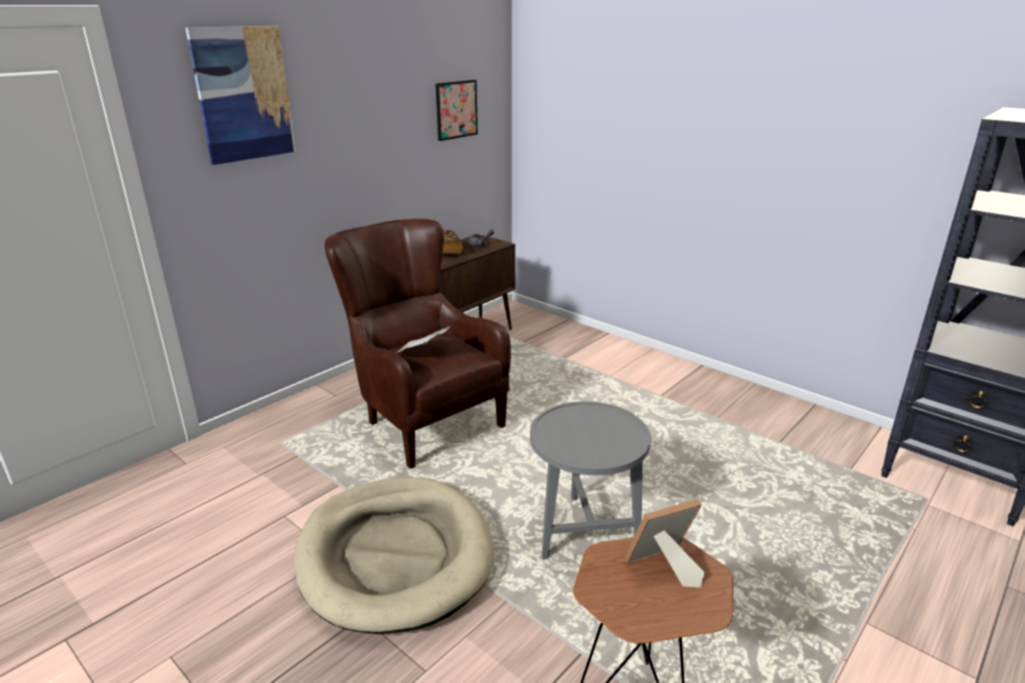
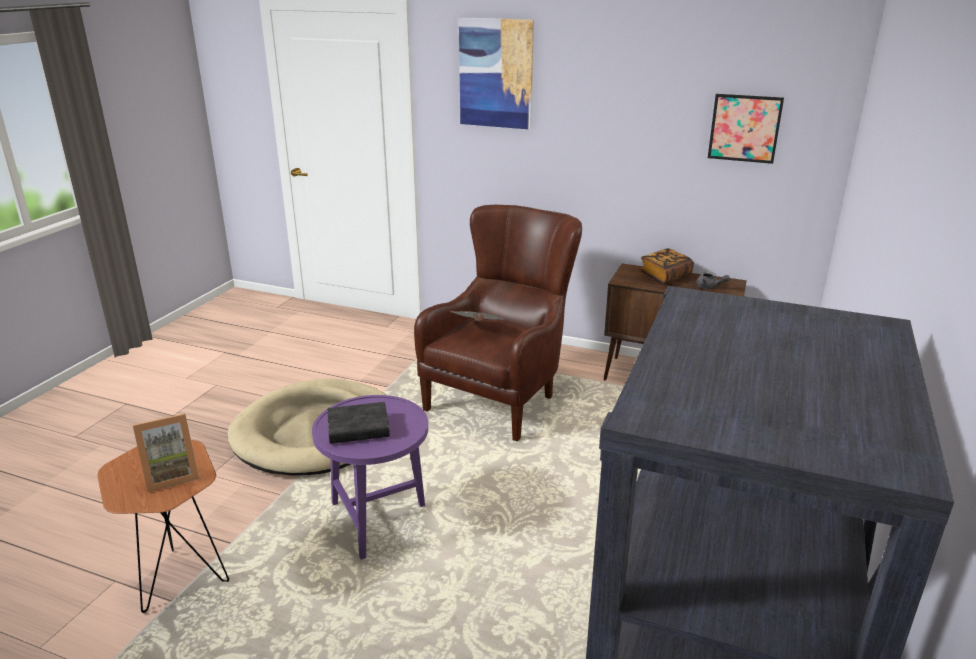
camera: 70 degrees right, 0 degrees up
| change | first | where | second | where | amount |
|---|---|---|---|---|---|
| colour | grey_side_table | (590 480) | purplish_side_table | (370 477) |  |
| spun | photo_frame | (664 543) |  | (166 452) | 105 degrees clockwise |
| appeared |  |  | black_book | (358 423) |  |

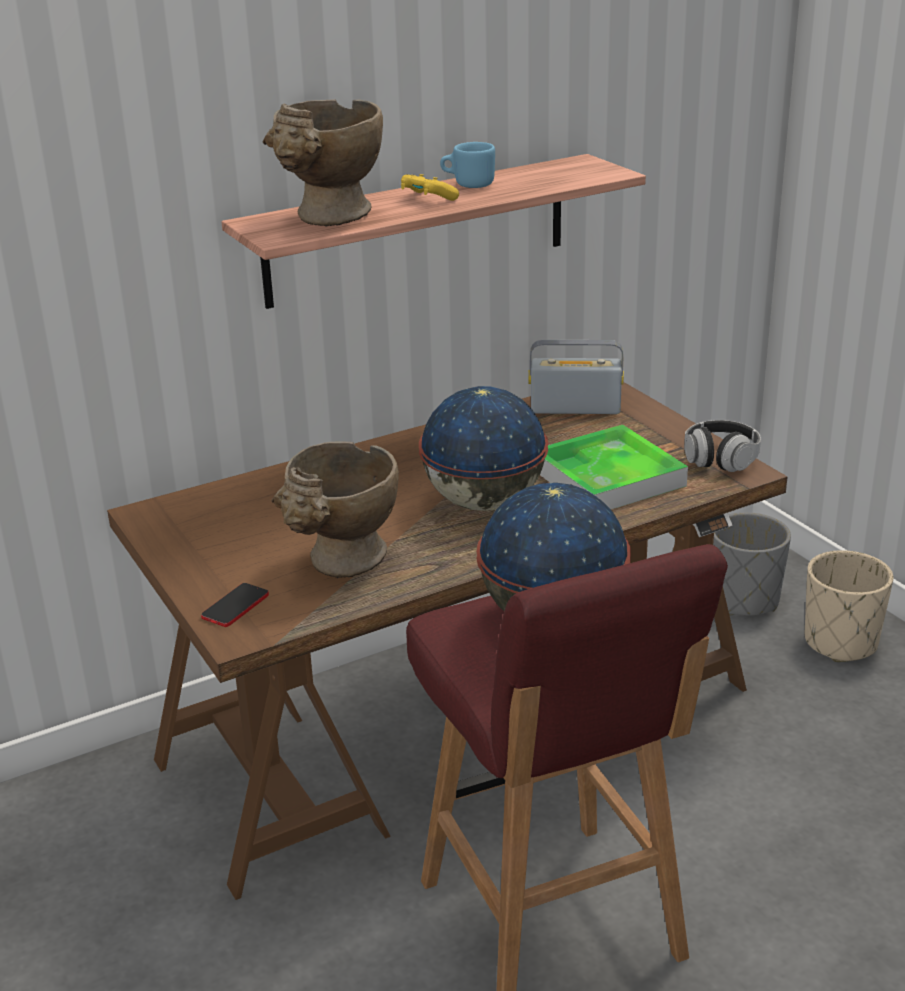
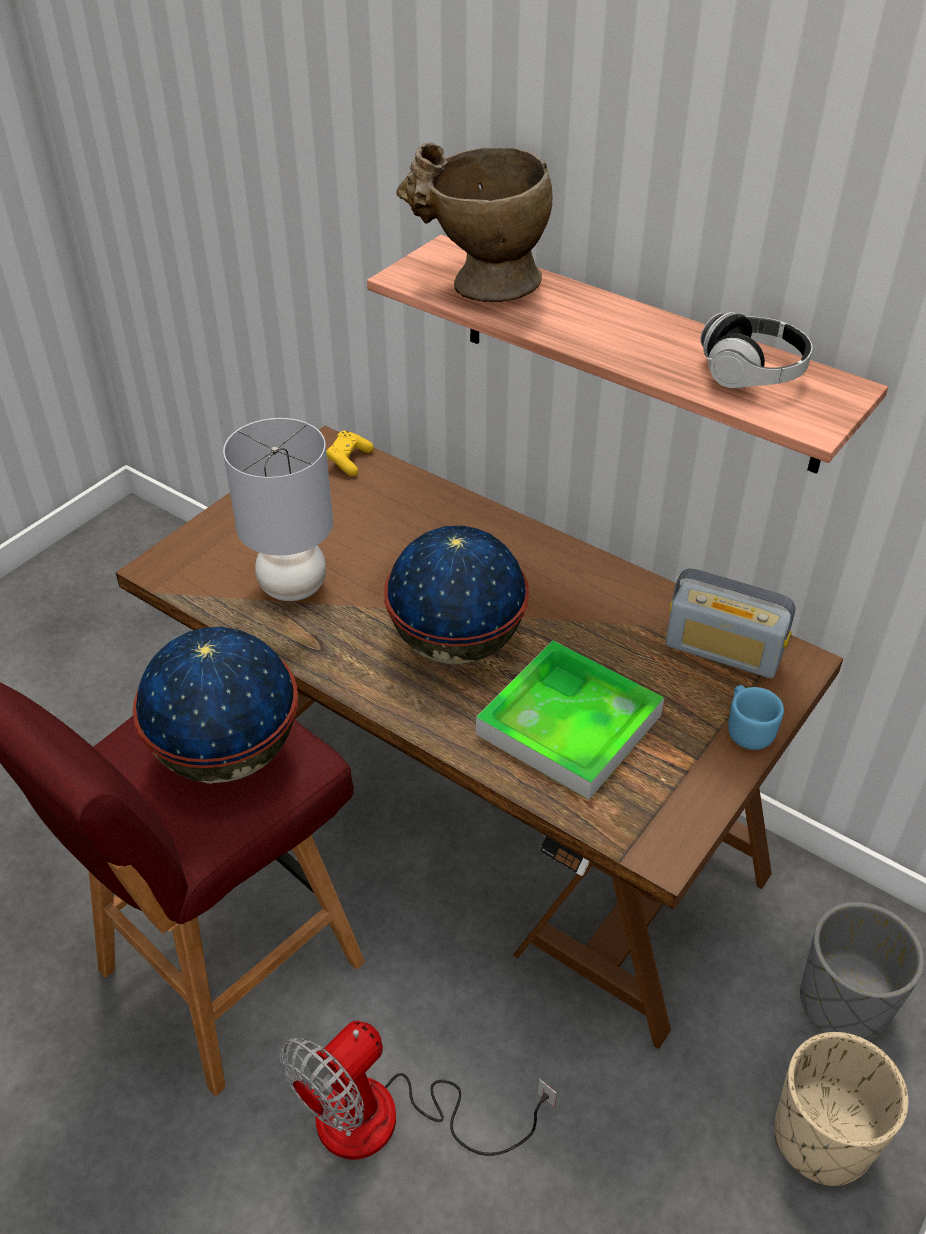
camera: 65 degrees right, 15 degrees up
| change | first | where | second | where | amount |
|---|---|---|---|---|---|
| relocated | bluish_coffee_mug | (467 165) |  | (756 717) |  |
| relocated | yellow_gamepad | (430 187) |  | (350 453) |  |
| spun | radio_set | (576 377) |  | (731 623) | 135 degrees clockwise |
| relocated | pair_of_headphones | (722 446) |  | (756 350) |  |
| exchanged | sand-coloured_vase | (335 510) | grey_lamp_for_a_table | (278 509) |  |
| missing | telephone | (235 605) |  |  |  |
| appeared |  |  | fan | (418 1090) |  |

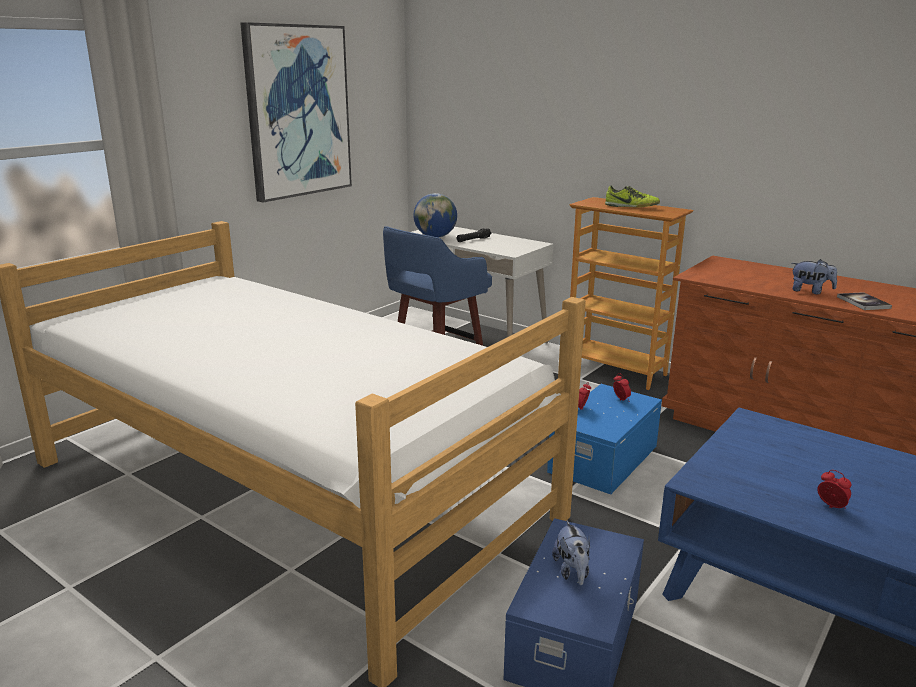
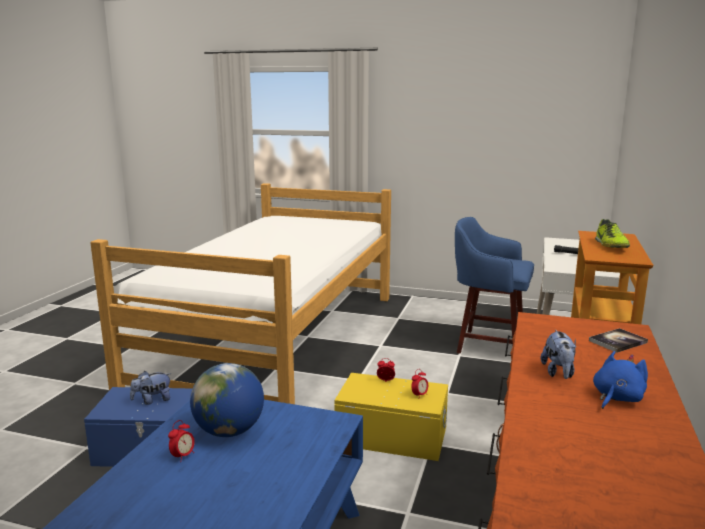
camera: 70 degrees right, 5 degrees down
| change | first | where | second | where | amount |
|---|---|---|---|---|---|
| missing | wall_picture | (296 112) |  |  |  |
| relocated | world_globe | (435 215) |  | (227 400) |  |
| relocated | book | (864 301) |  | (618 340) |  |
| colour | bluish_storage_bin | (604 439) | yellow_storage_bin | (391 417) |  |
| appeared |  |  | bluish_plush_toy | (620 380) |  |

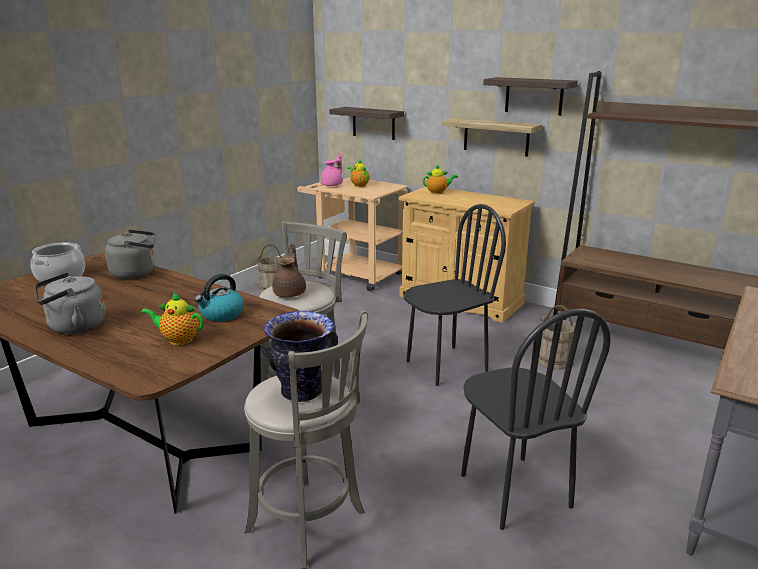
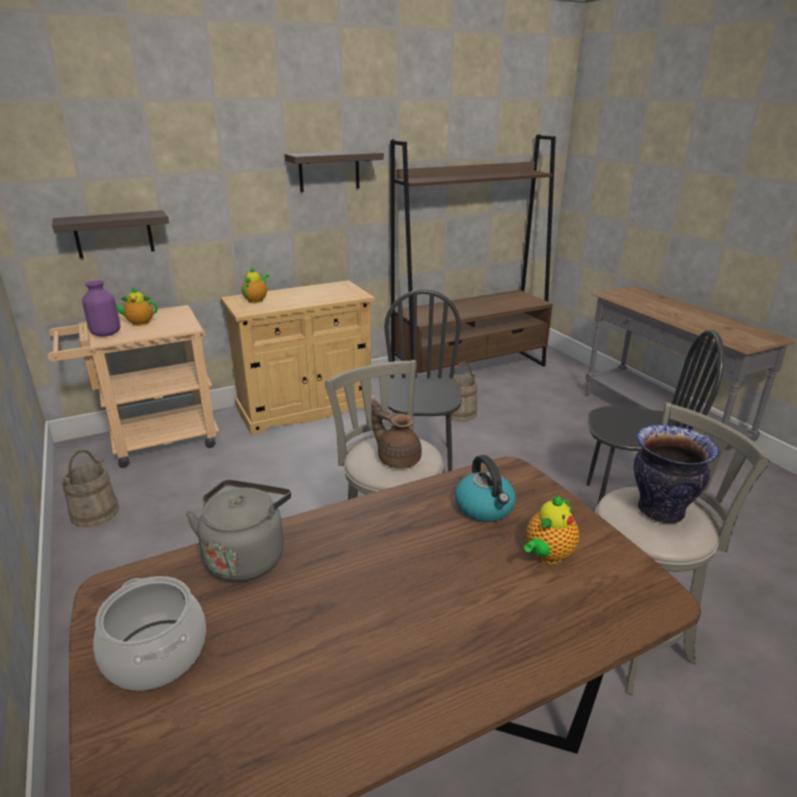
camera: 60 degrees left, 5 degrees up
| change | first | where | second | where | amount |
|---|---|---|---|---|---|
| missing | shelf | (492 137) |  |  |  |
| exchanged | pink-coloured_tea_pot | (332 169) | purplish_vase | (101 308) |  |
| missing | grey_kettle | (70 303) |  |  |  |

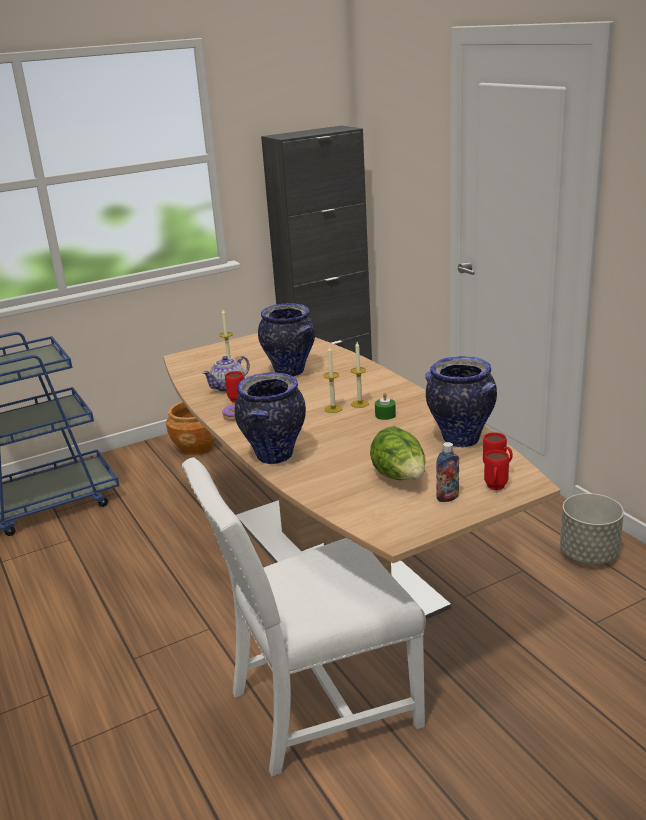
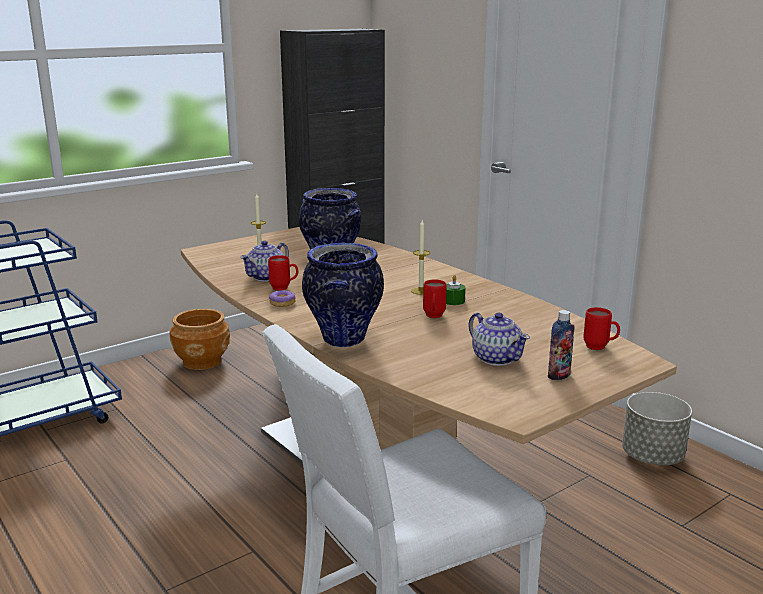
camera: 10 degrees left, 5 degrees down
| change | first | where | second | where | amount |
|---|---|---|---|---|---|
| missing | candle | (333 379) |  |  |  |
| missing | vase | (461 401) |  |  |  |
| exchanged | lettuce_head | (397 453) | tea_pot | (499 339) |  |
| relocated | red-coloured_coffee_mug | (496 470) |  | (435 298) |  |

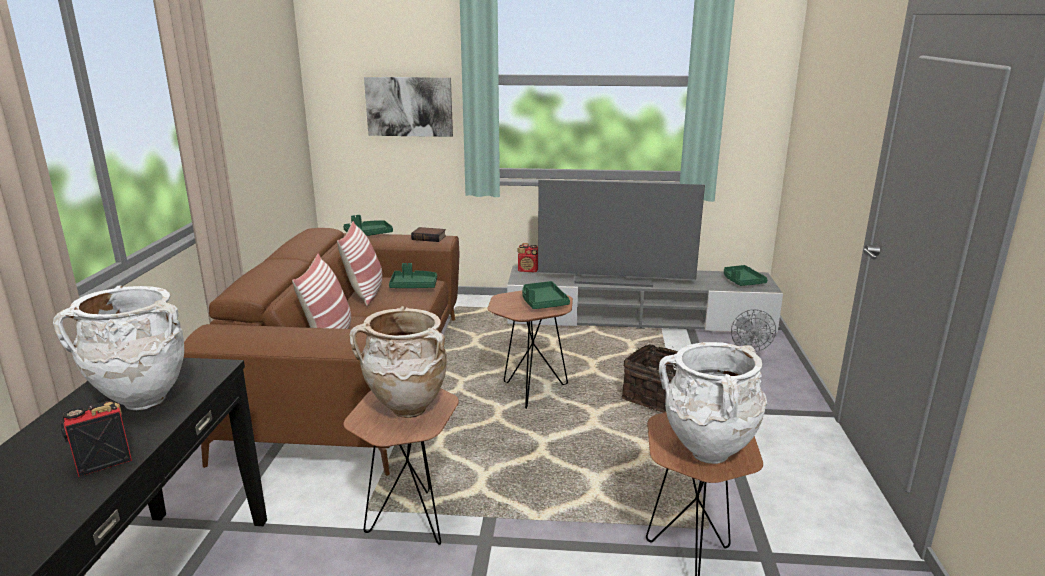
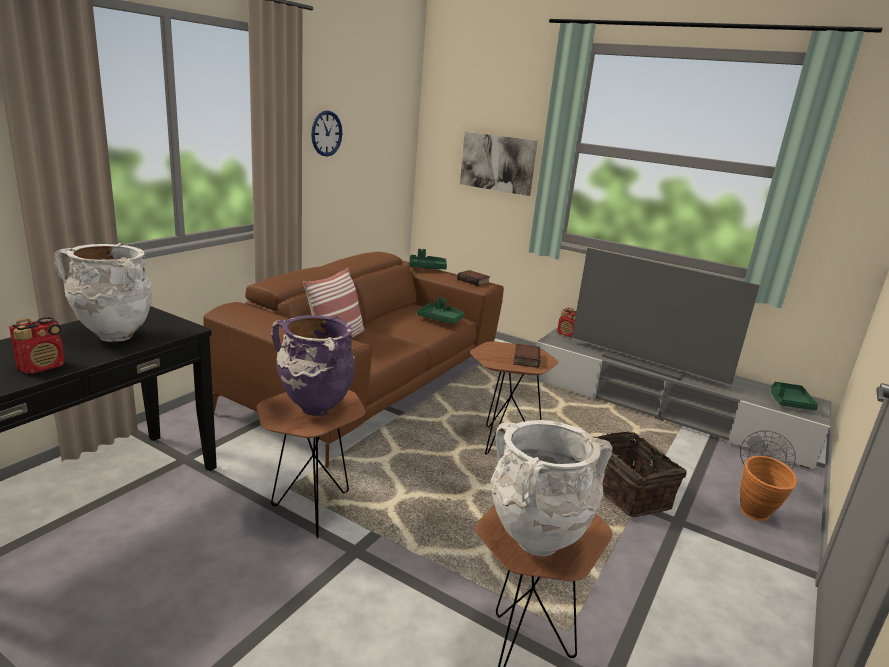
camera: 25 degrees right, 0 degrees up
| change | first | where | second | where | amount |
|---|---|---|---|---|---|
| missing | cushion | (359 263) |  |  |  |
| exchanged | green_carrying_tray | (546 295) | book | (526 356) |  |
| colour | sand-coloured_vase | (398 362) | purplish_vase | (313 365) |  |
| spun | radio_set | (96 439) |  | (37 345) | 135 degrees clockwise |
| appeared |  |  | wall_clock | (326 133) |  |
| appeared |  |  | orange_vase | (768 488) |  |

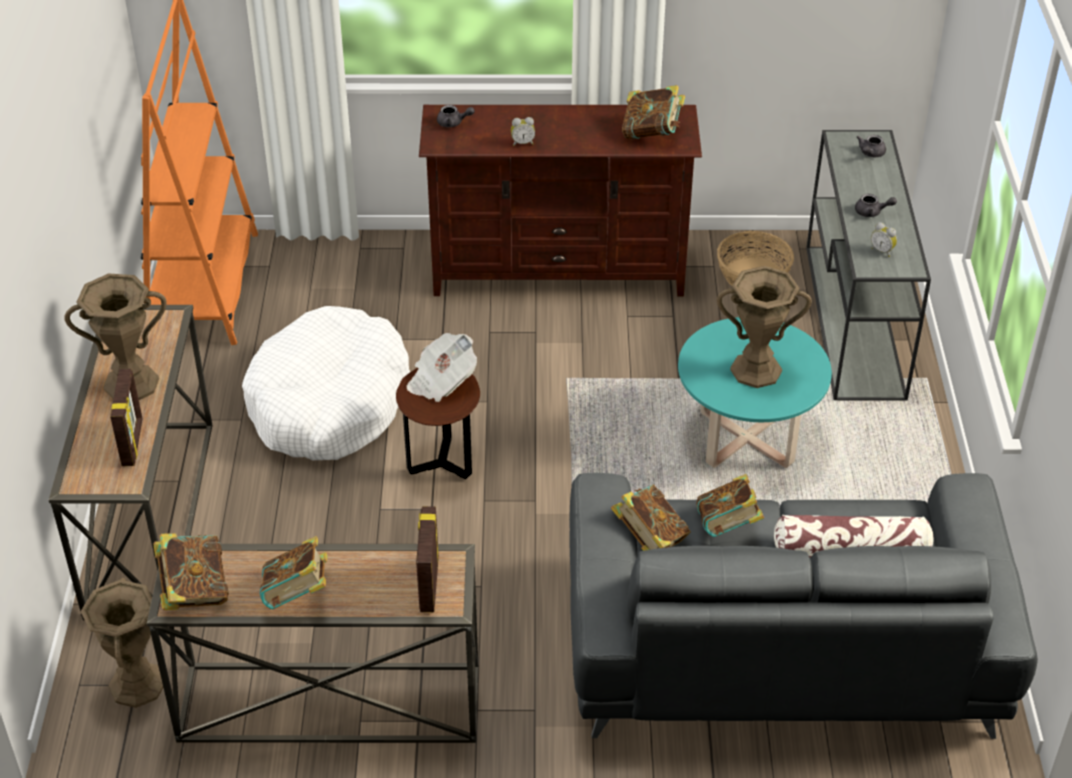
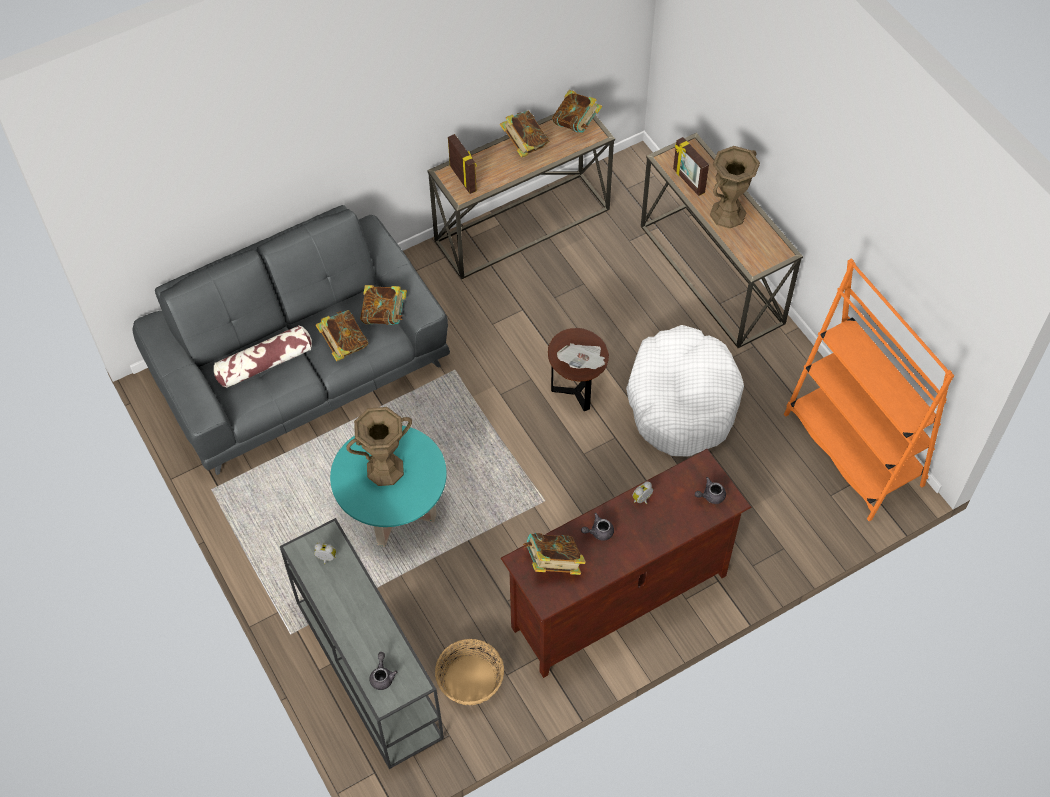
camera: 150 degrees right, 15 degrees up
| change | first | where | second | where | amount |
|---|---|---|---|---|---|
| relocated | grey_tea_pot | (876 205) |  | (597 527) |  |
| missing | brownish_vase | (121 643) |  |  |  |

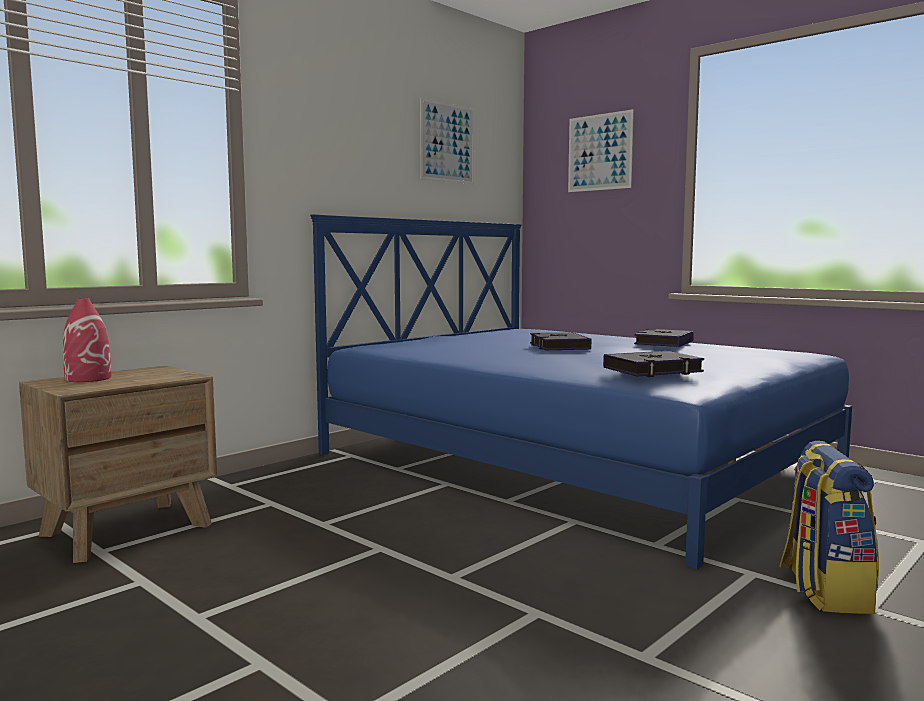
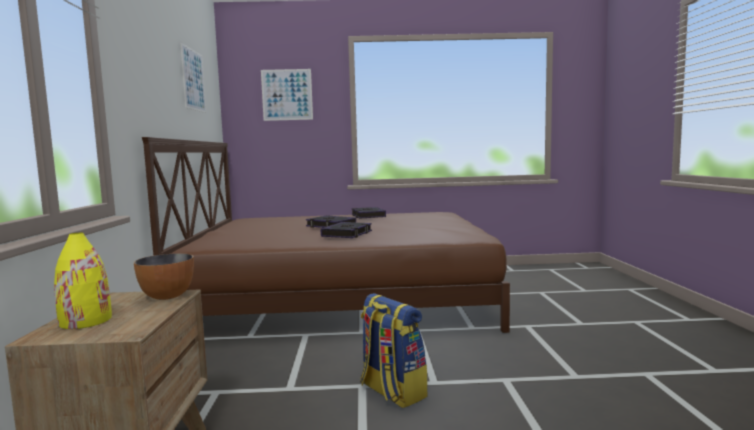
camera: 45 degrees left, 0 degrees up
| change | first | where | second | where | amount |
|---|---|---|---|---|---|
| colour | bluish_bedroom_bed | (581 392) | brownish_bedroom_bed | (326 235) |  |
| colour | red-coloured_vase | (87 340) | yellow_vase | (83 281) |  |
| relocated | book | (653 364) |  | (346 230) |  |
| relocated | rucksack | (829 527) |  | (393 350) |  |
| appeared |  |  | serving_bowl | (164 276) |  |

